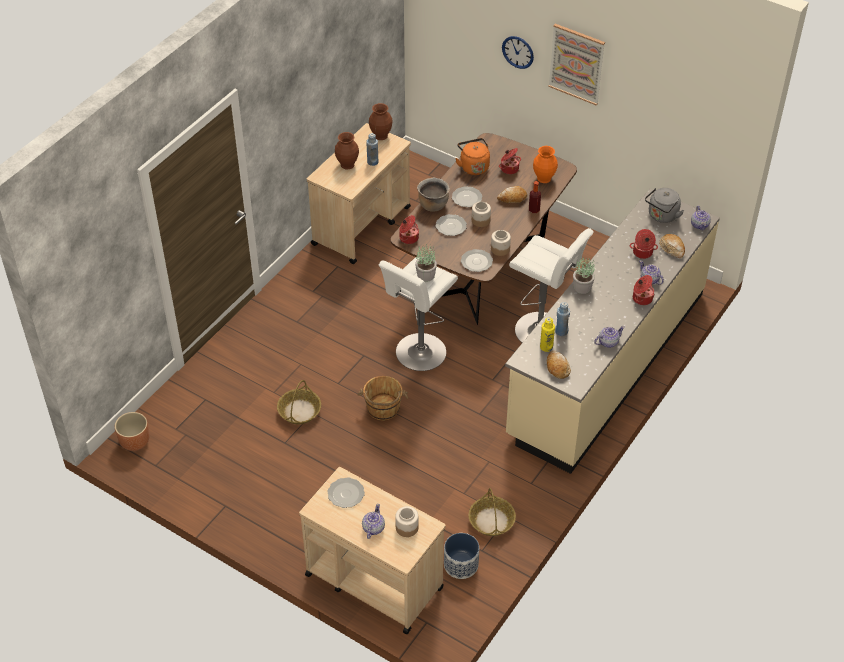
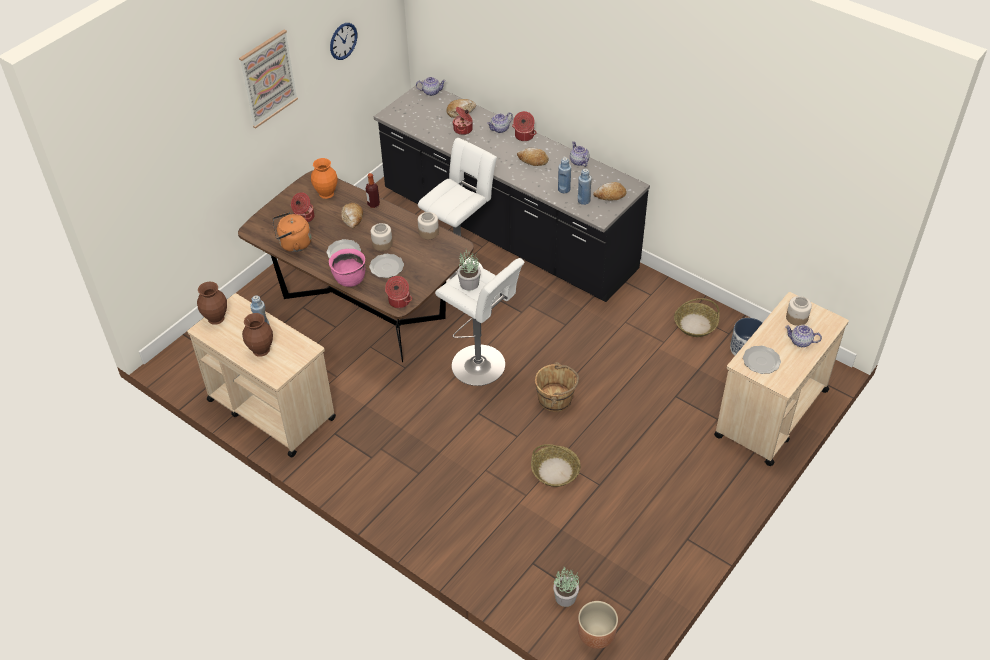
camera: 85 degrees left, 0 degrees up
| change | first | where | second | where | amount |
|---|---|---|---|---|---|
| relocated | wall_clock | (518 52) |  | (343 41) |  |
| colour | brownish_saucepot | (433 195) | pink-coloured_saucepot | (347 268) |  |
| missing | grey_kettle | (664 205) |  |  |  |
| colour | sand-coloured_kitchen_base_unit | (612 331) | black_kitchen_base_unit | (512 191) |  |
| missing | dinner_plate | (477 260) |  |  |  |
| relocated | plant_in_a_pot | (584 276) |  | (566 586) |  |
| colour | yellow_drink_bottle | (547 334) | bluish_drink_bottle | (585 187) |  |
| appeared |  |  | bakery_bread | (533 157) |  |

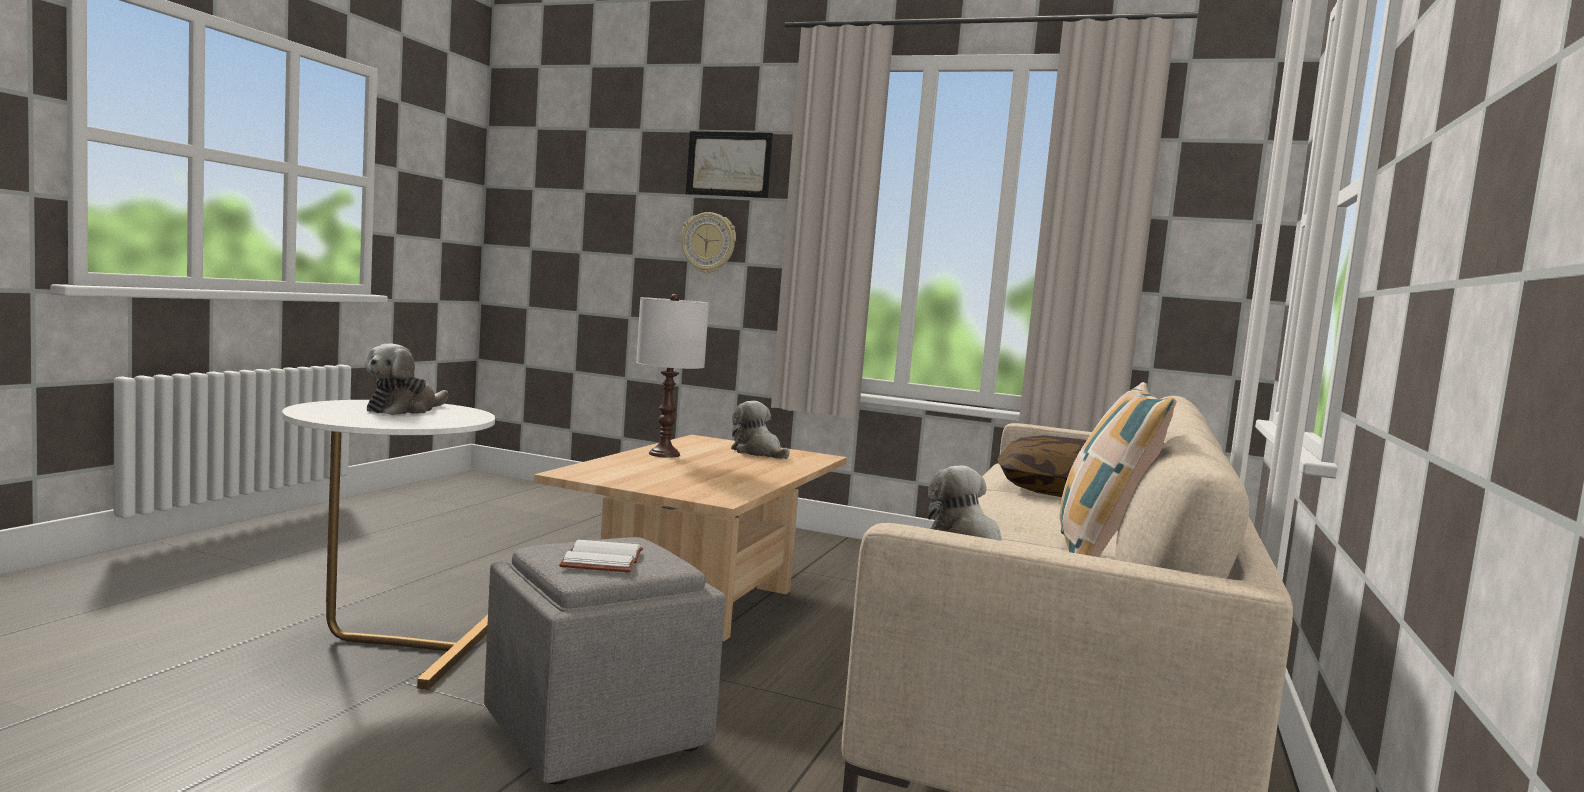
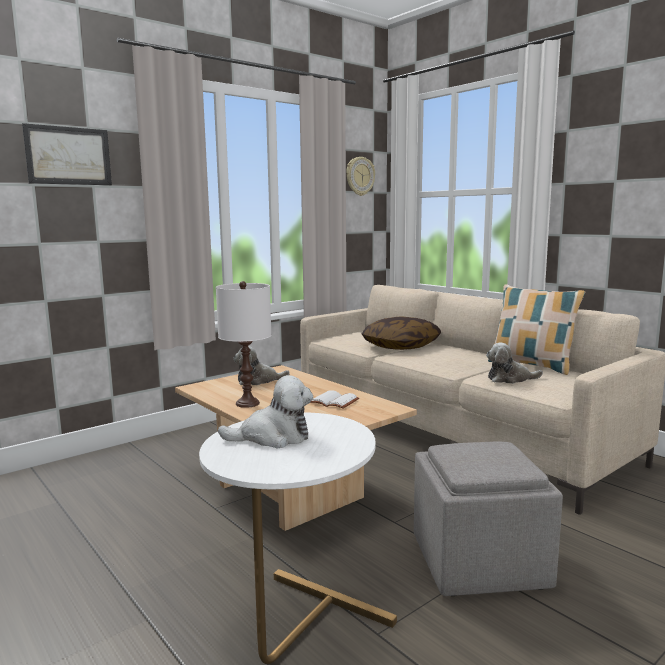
camera: 60 degrees left, 5 degrees up
| change | first | where | second | where | amount |
|---|---|---|---|---|---|
| relocated | wall_clock | (708 242) |  | (360 176) |  |
| spun | plush_toy | (406 379) |  | (265 412) | 60 degrees counterclockwise |
| relocated | whitish_book | (601 556) |  | (334 399) |  |

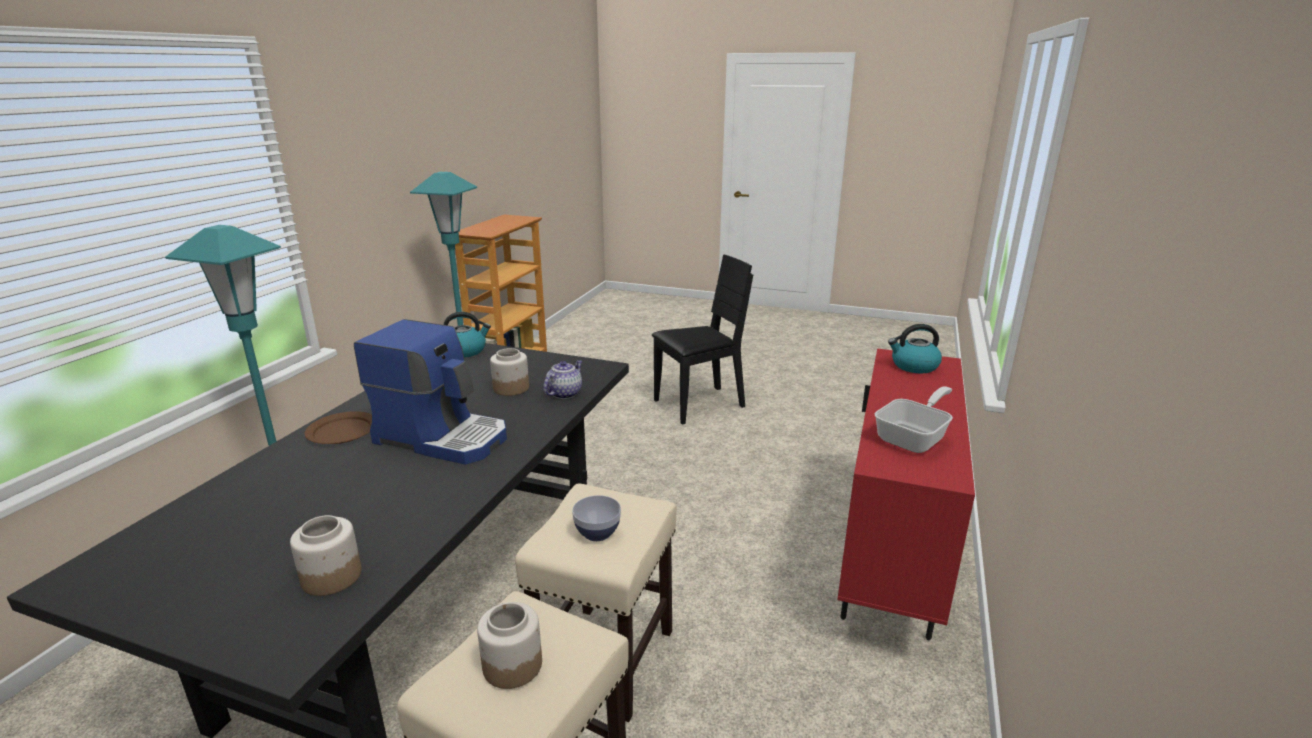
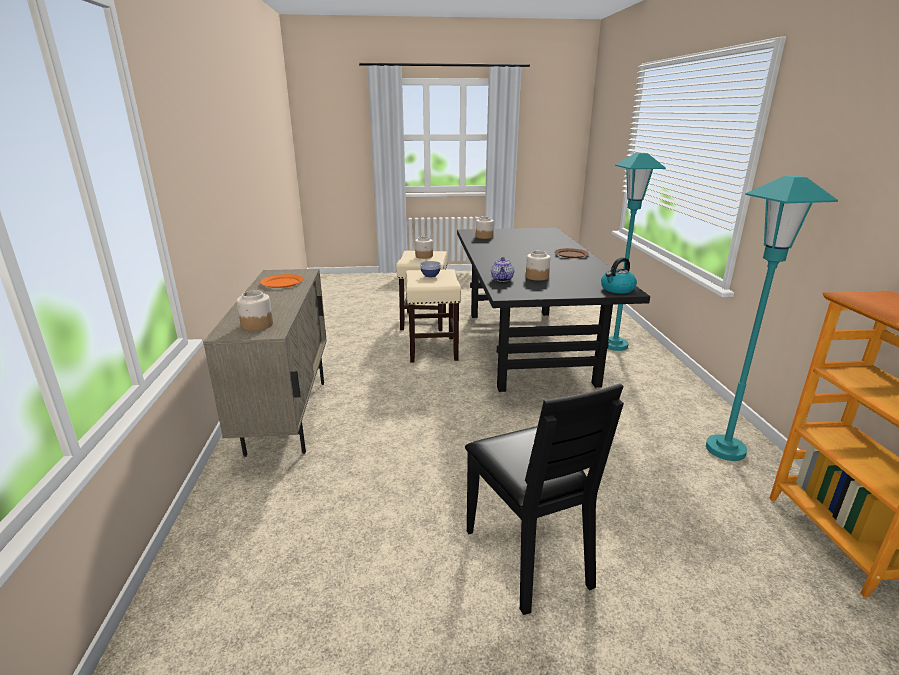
camera: 155 degrees right, 0 degrees up
| change | first | where | second | where | amount |
|---|---|---|---|---|---|
| spun | black_chair | (702 339) |  | (544 499) | 60 degrees counterclockwise |
| missing | coffee_brewer | (430 391) |  |  |  |
| exchanged | kettle | (915 349) | preserve_jar | (255 310) |  |
| colour | red-coloured_cabinet | (906 494) | sand-coloured_cabinet | (265 363) |  |
| exchanged | skillet | (913 420) | orange_dinner_plate | (281 281) |  |

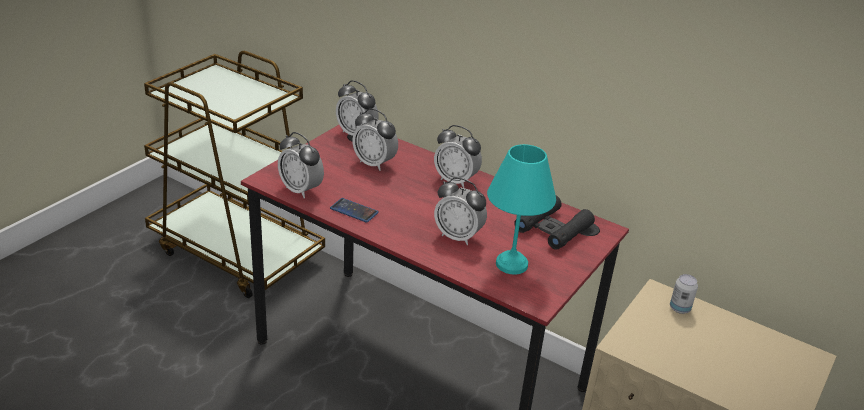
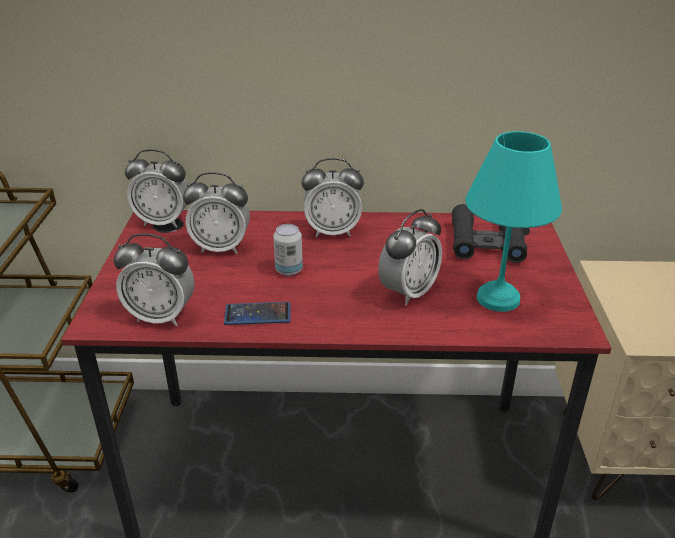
camera: 30 degrees left, 0 degrees up
| change | first | where | second | where | amount |
|---|---|---|---|---|---|
| spun | bedside_clock | (460 211) |  | (410 257) | 45 degrees counterclockwise |
| relocated | sealed_can | (684 294) |  | (288 250) |  |

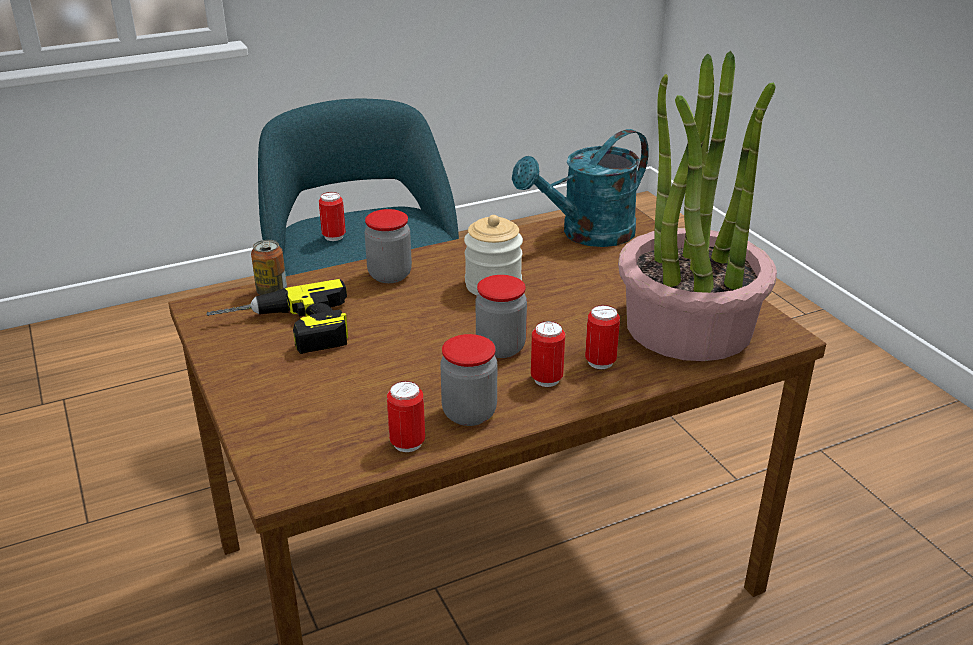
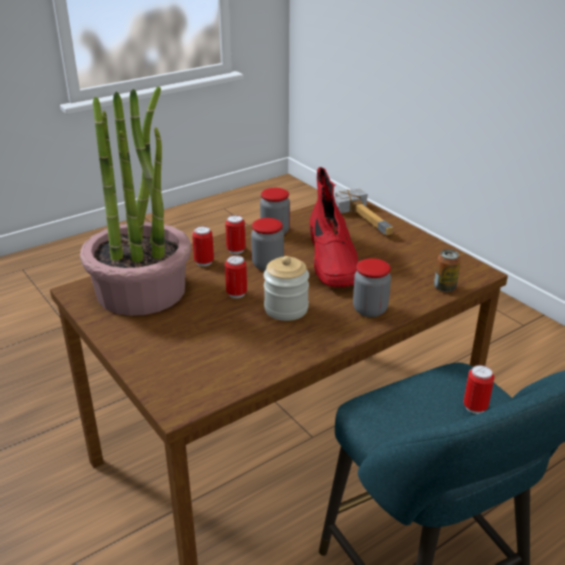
camera: 170 degrees right, 0 degrees up
| change | first | where | second | where | amount |
|---|---|---|---|---|---|
| missing | turquoise-coloured_watering_pot | (580 188) |  |  |  |
| missing | drill | (277 316) |  |  |  |
| relocated | sealed_can | (406 416) |  | (236 276) |  |
| appeared |  |  | red-coloured_high-top_boot | (334 227) |  |
| appeared |  |  | hammer | (363 212) |  |

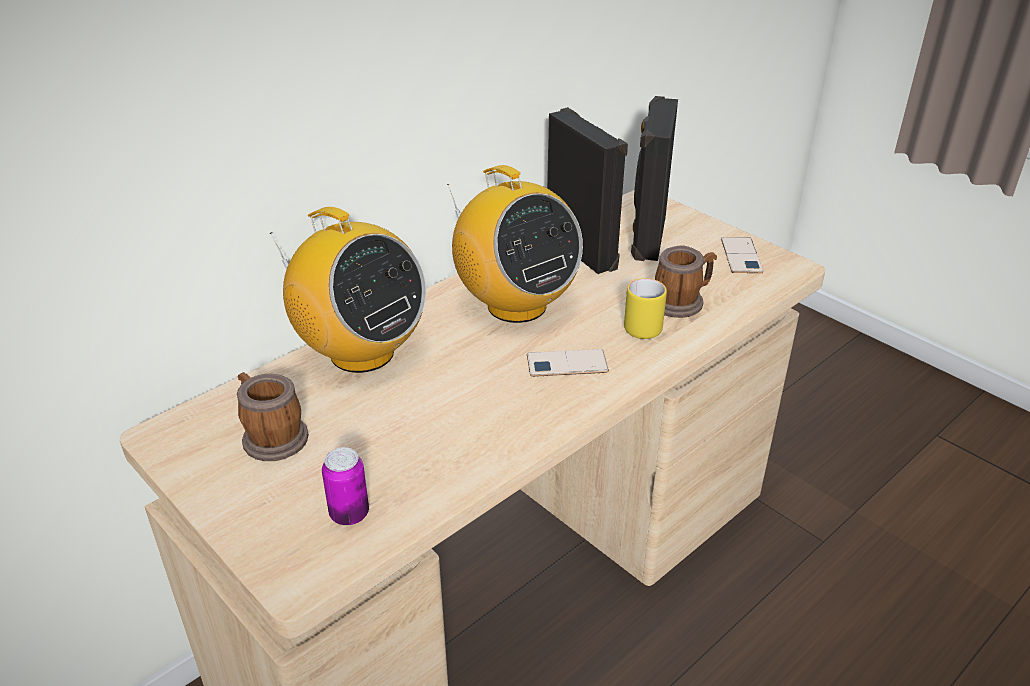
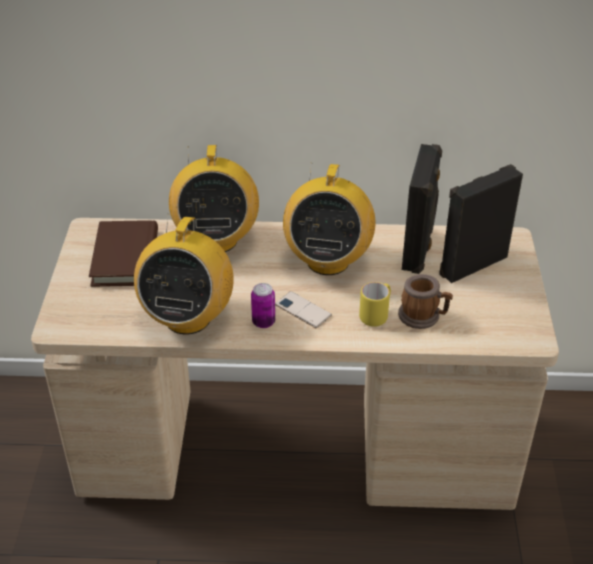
camera: 45 degrees right, 5 degrees up
| change | first | where | second | where | amount |
|---|---|---|---|---|---|
| missing | telephone | (742 255) |  |  |  |
| exchanged | coffee_mug | (273 416) | brownish_book | (123 253) |  |
| relocated | sealed_can | (345 486) |  | (263 305) |  |
| appeared |  |  | radio_set | (184 274) |  |

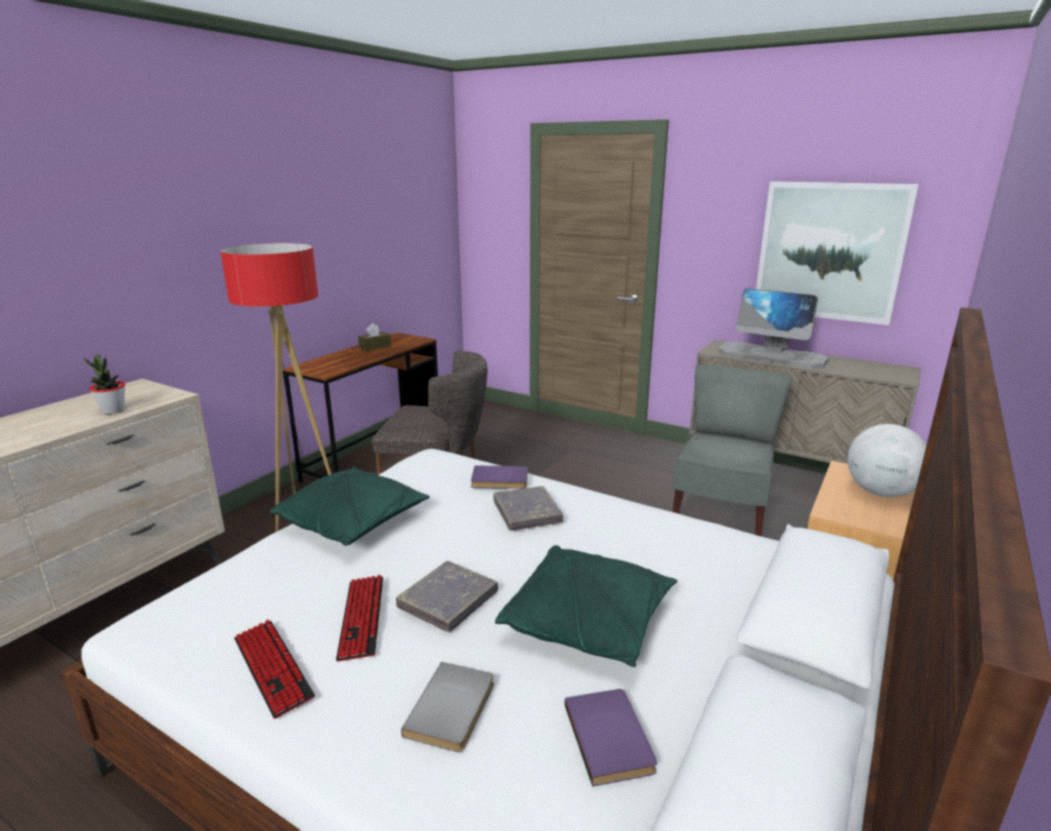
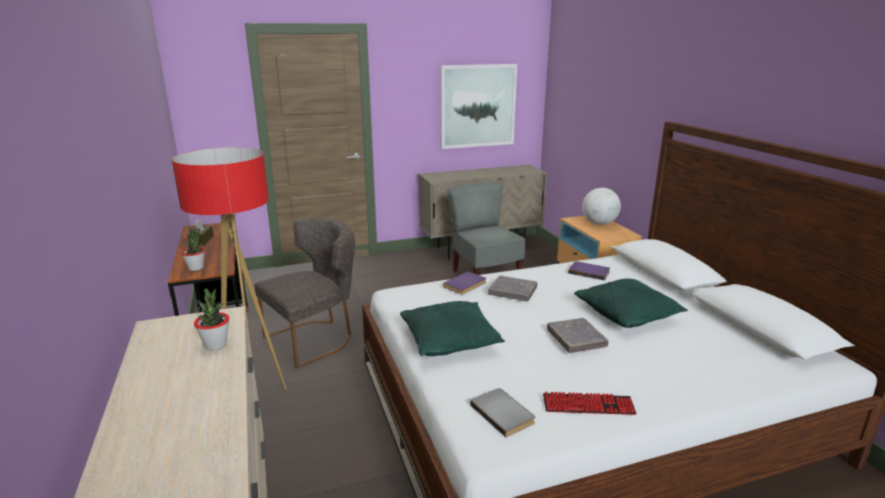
camera: 50 degrees left, 0 degrees up
| change | first | where | second | where | amount |
|---|---|---|---|---|---|
| missing | monitor | (773 328) |  |  |  |
| missing | computer_keyboard | (359 618) |  |  |  |
| relocated | grey_book | (447 707) |  | (502 412) |  |
| relocated | purplish_book | (610 737) |  | (589 270) |  |
| appeared |  |  | plant_in_a_pot | (193 250) |  |

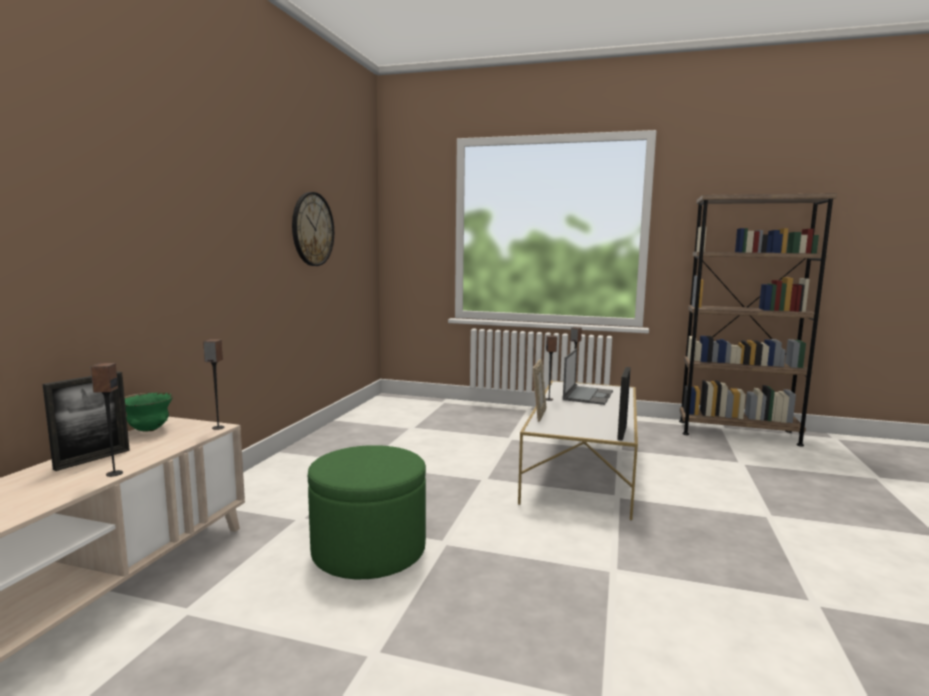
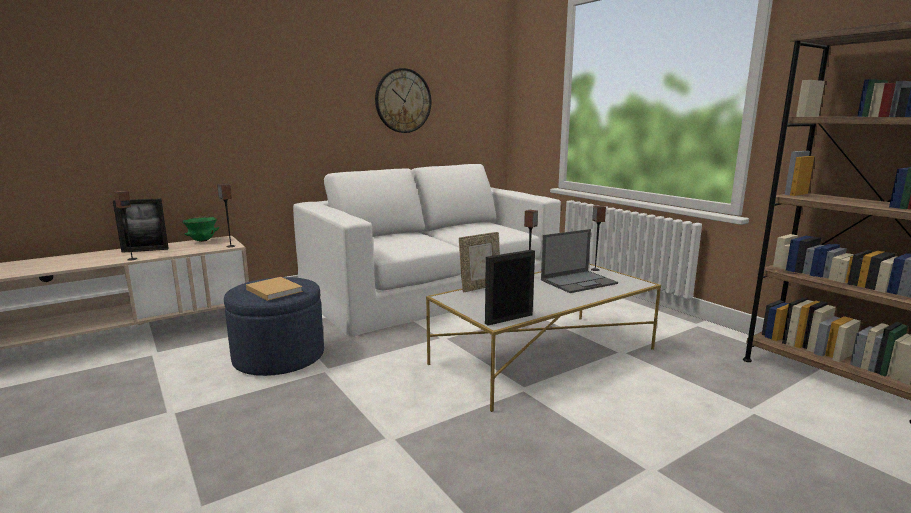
camera: 40 degrees right, 5 degrees up
| change | first | where | second | where | amount |
|---|---|---|---|---|---|
| colour | green_footrest | (367 512) | bluish_footrest | (274 326) |  |
| appeared |  |  | whitish_couch | (427 250) |  |
| appeared |  |  | sand-coloured_book | (274 289) |  |

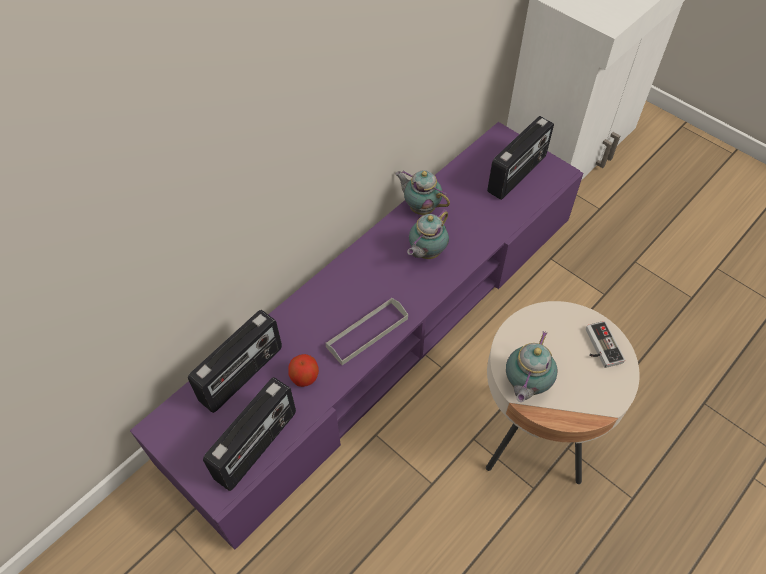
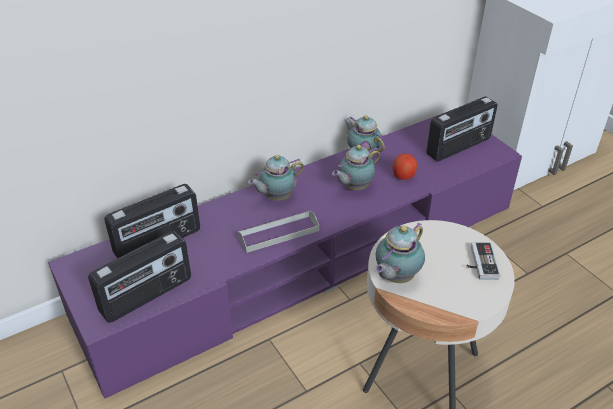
camera: 15 degrees right, 15 degrees down
| change | first | where | second | where | amount |
|---|---|---|---|---|---|
| relocated | apple | (303 370) |  | (404 166) |  |
| appeared |  |  | tea_pot | (276 178) |  |

